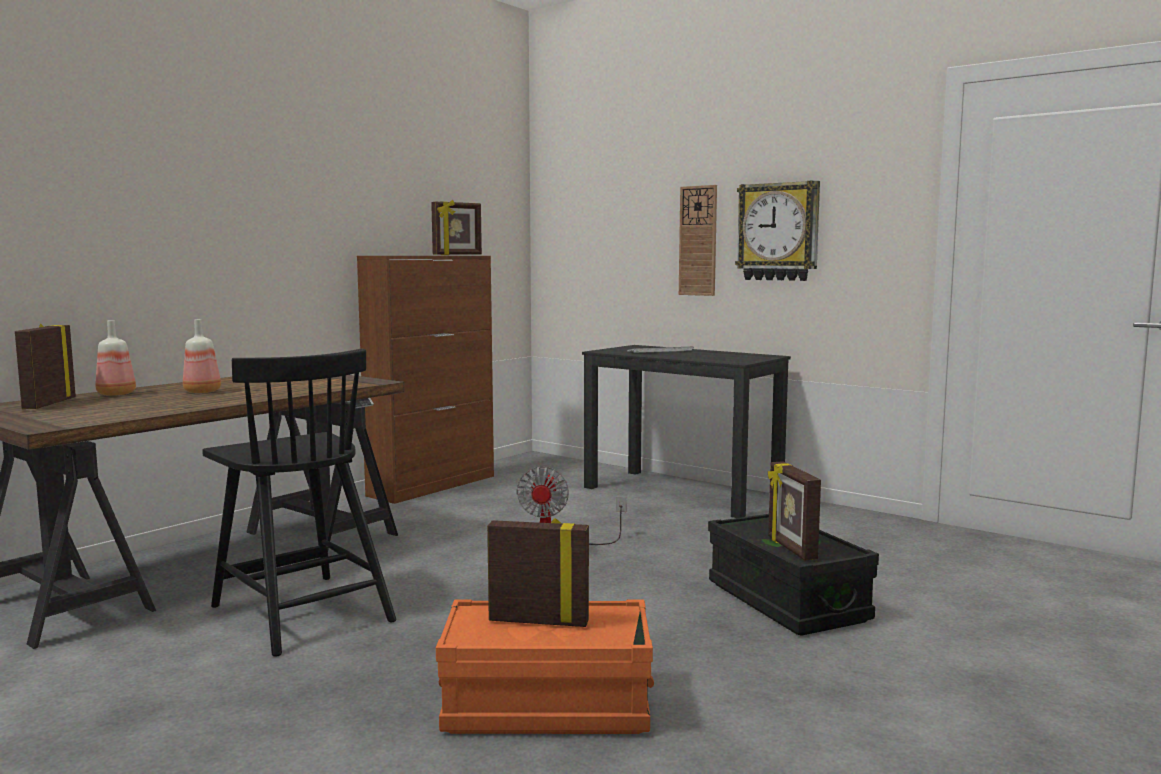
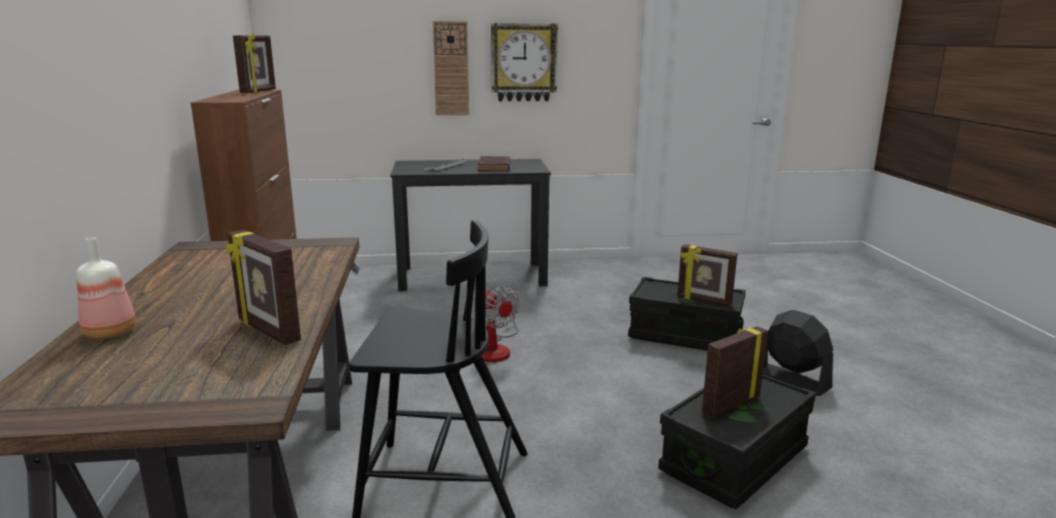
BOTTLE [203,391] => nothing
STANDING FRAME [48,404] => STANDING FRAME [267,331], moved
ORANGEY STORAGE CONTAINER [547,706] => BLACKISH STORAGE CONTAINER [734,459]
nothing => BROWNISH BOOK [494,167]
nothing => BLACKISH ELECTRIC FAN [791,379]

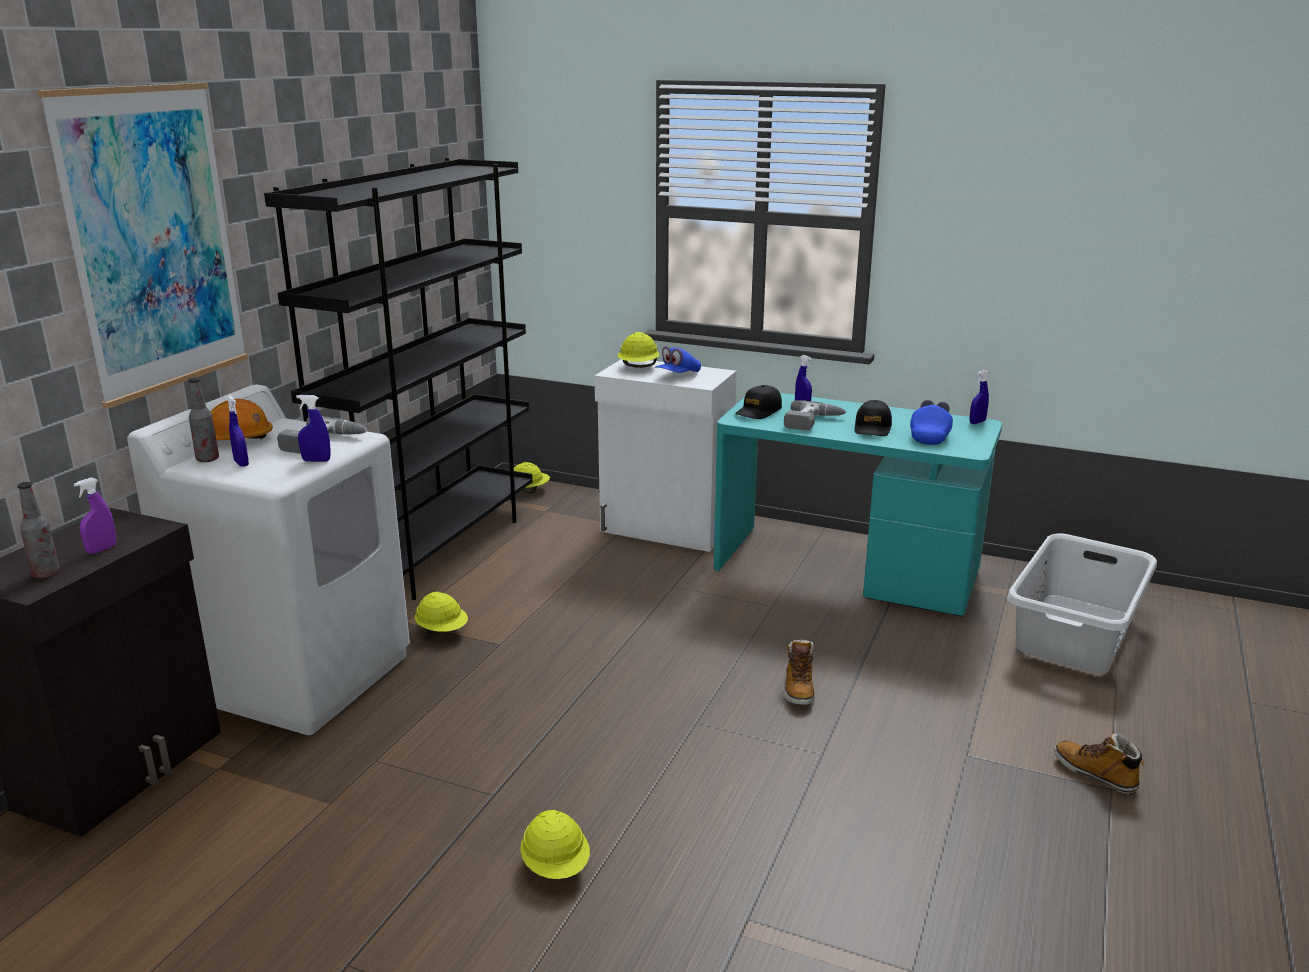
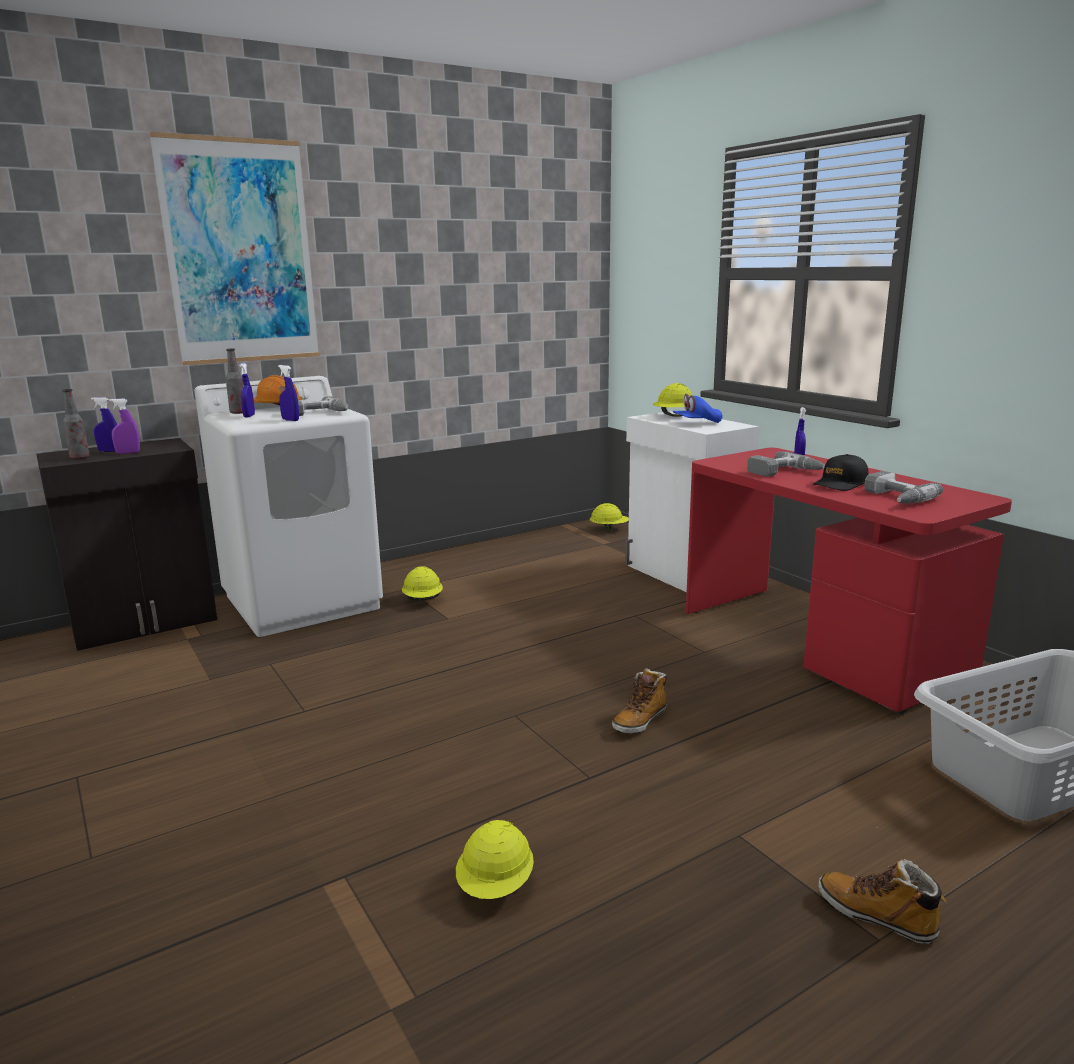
BLACKISH SHELVING UNIT [436,551] => nothing
BLUE SPRAY BOTTLE [977,422] => BLUE SPRAY BOTTLE [109,451], moved
BLACKISH PEAKED CAP [758,411] => nothing
TURQUOISE-COLOURED DESK UNIT [848,570] => RED DESK UNIT [821,644]
BLUE PEAKED CAP [930,436] => ELECTRIC DRILL [894,498]
HIGH-TOP BOOT [1095,774] => HIGH-TOP BOOT [877,916], 45 degrees counterclockwise
YELLOWISH SAFETY HELMET [556,866] => YELLOWISH SAFETY HELMET [496,885], moved

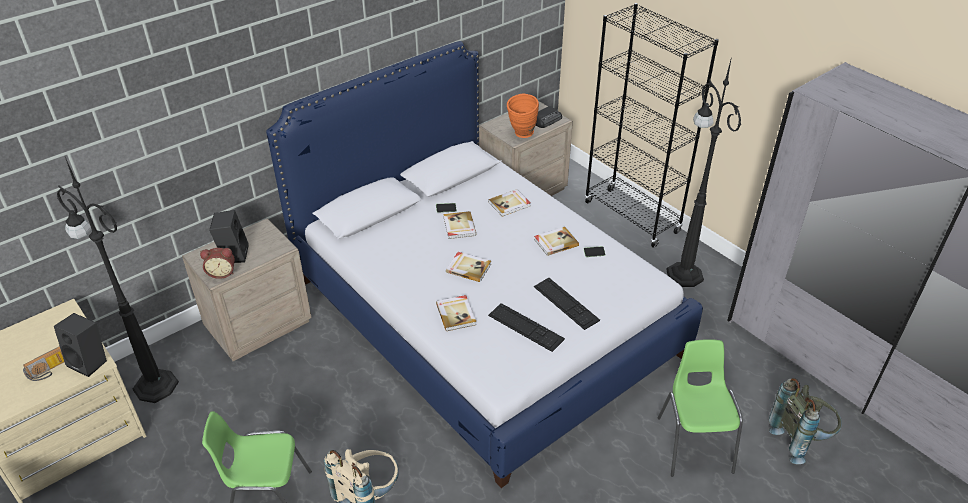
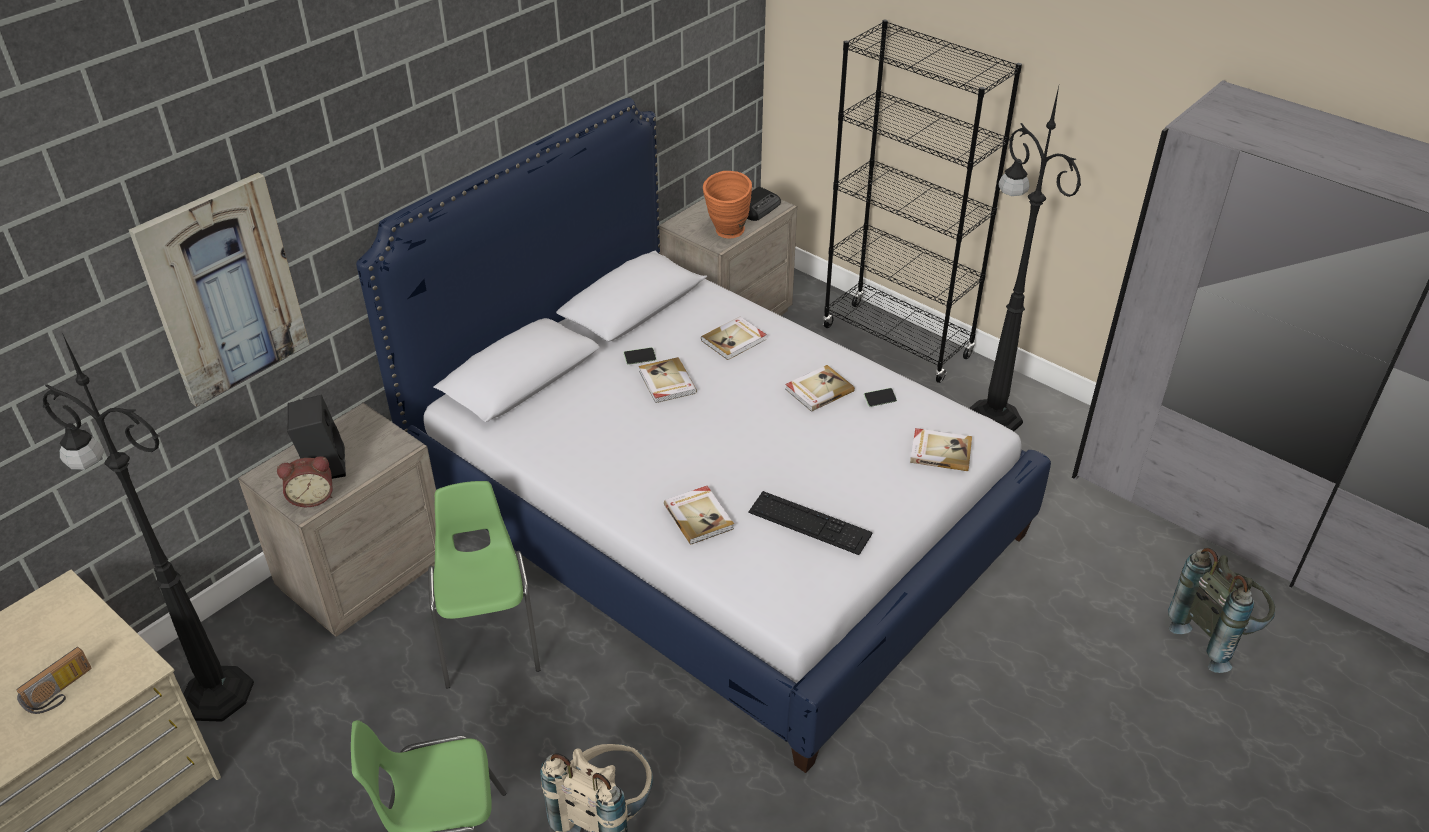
BOOK [468,268] => BOOK [940,451], moved
KEYBOARD [566,303] => nothing
BLACKISH SPEAKER [90,362] => nothing
GREEN-COLOURED PLAIN CHAIR [694,444] => GREEN-COLOURED PLAIN CHAIR [489,637], moved
nothing => WALL PICTURE [223,290]

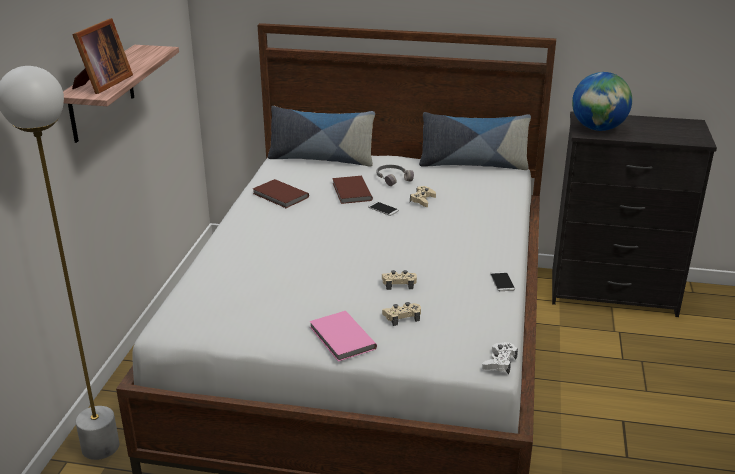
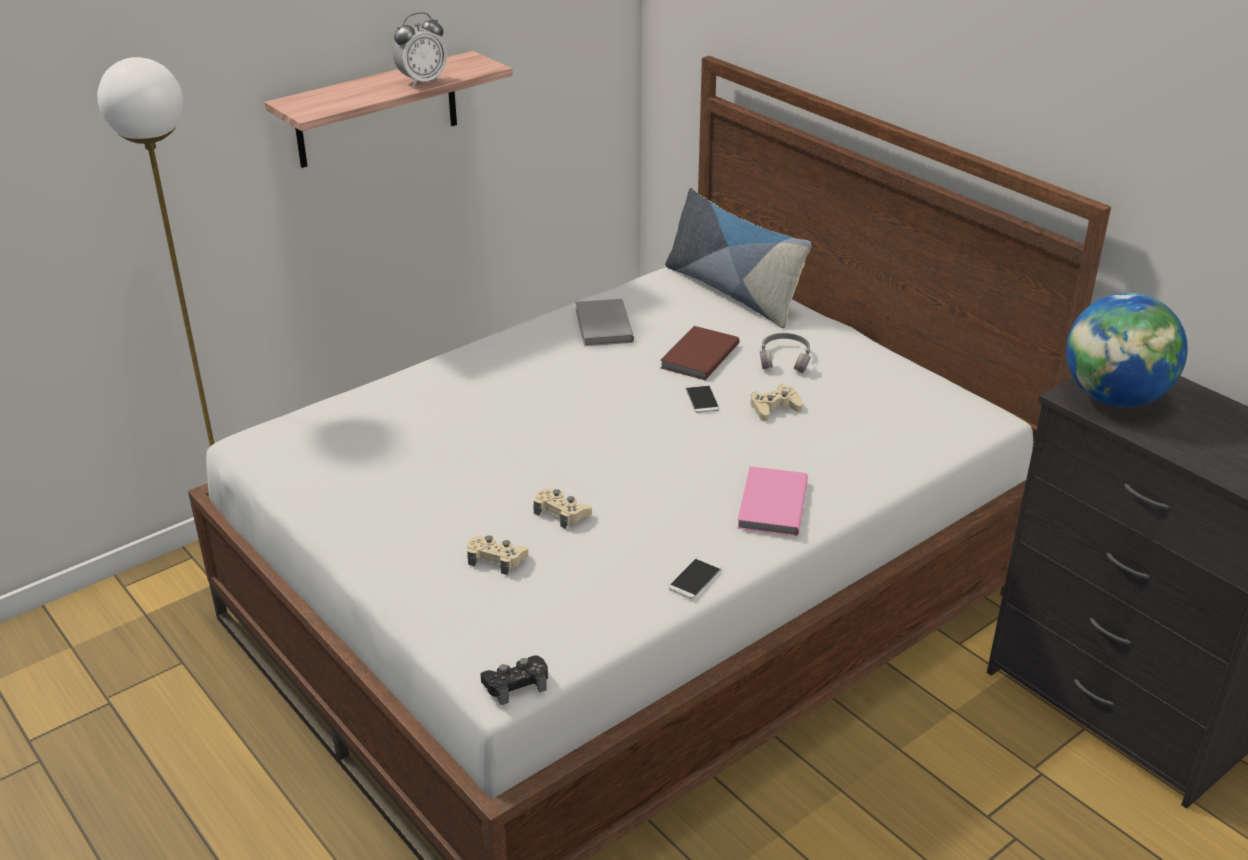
STANDING FRAME [102,84] => nothing
CUSHION [473,164] => nothing
BROWNISH BOOK [280,196] => GREYISH BOOK [602,326]
PINKISH BOOK [341,339] => PINKISH BOOK [770,505], moved
WHITE-COLOURED JOYPAD [499,362] => BLACKISH JOYPAD [516,684]
nothing => BEDSIDE CLOCK [422,81]

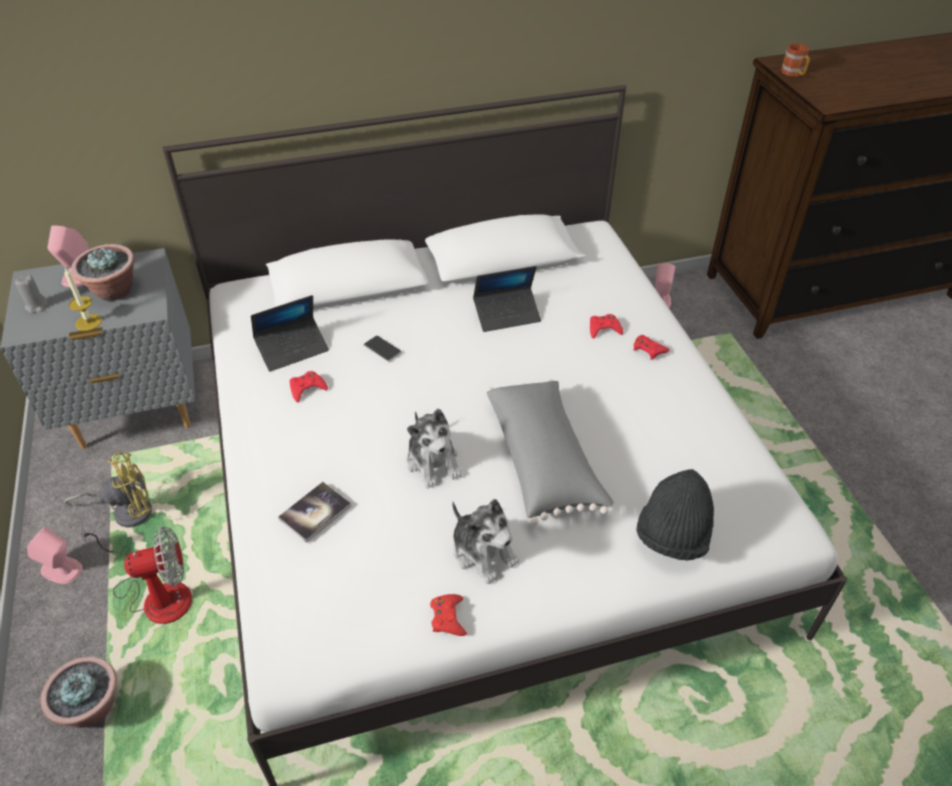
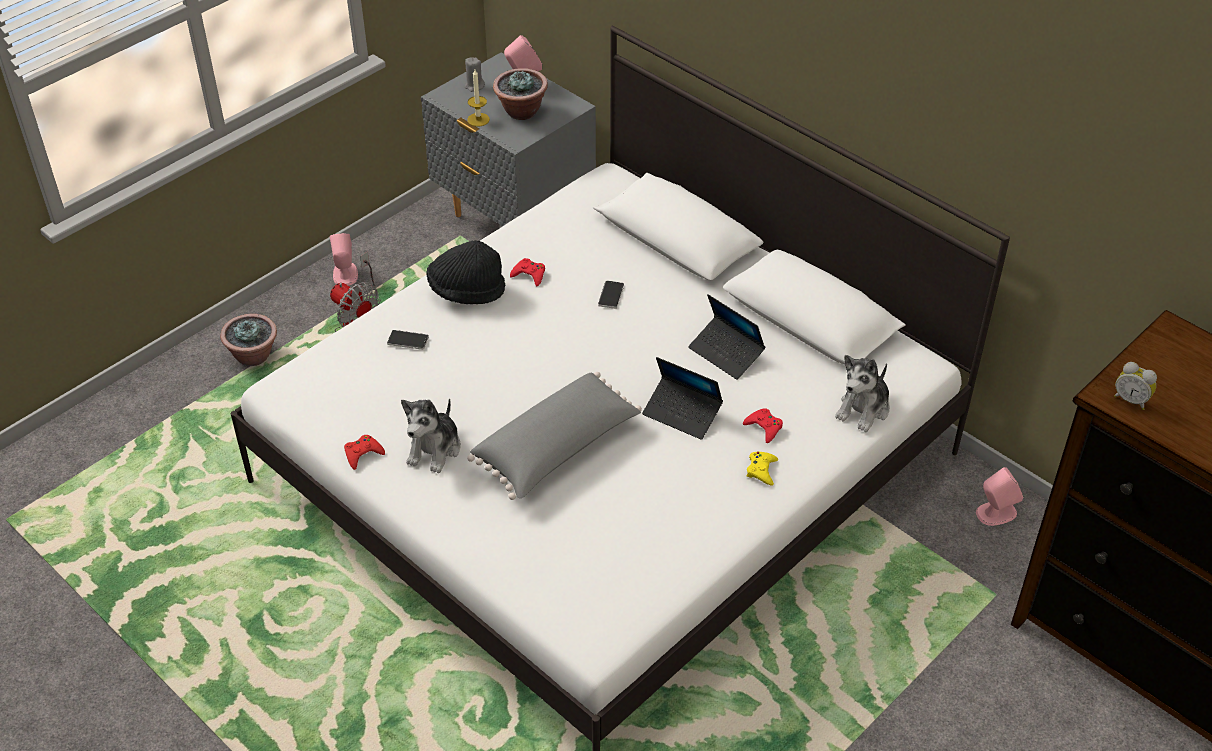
MUG [794,73] => nothing
NOTEBOOK COMPUTER [292,349] => NOTEBOOK COMPUTER [682,413], moved
RED JOYPAD [649,349] => YELLOWISH JOYPAD [761,470]
PLUSH TOY [433,462] => PLUSH TOY [863,409], moved
YELLOWISH ELECTRIC FAN [127,511] => nothing
BLACKISH CLOTHING HAT [673,535] => BLACKISH CLOTHING HAT [466,291], moved
BOOK [315,512] => TELEPHONE [408,341]
nothing => BEDSIDE CLOCK [1131,400]

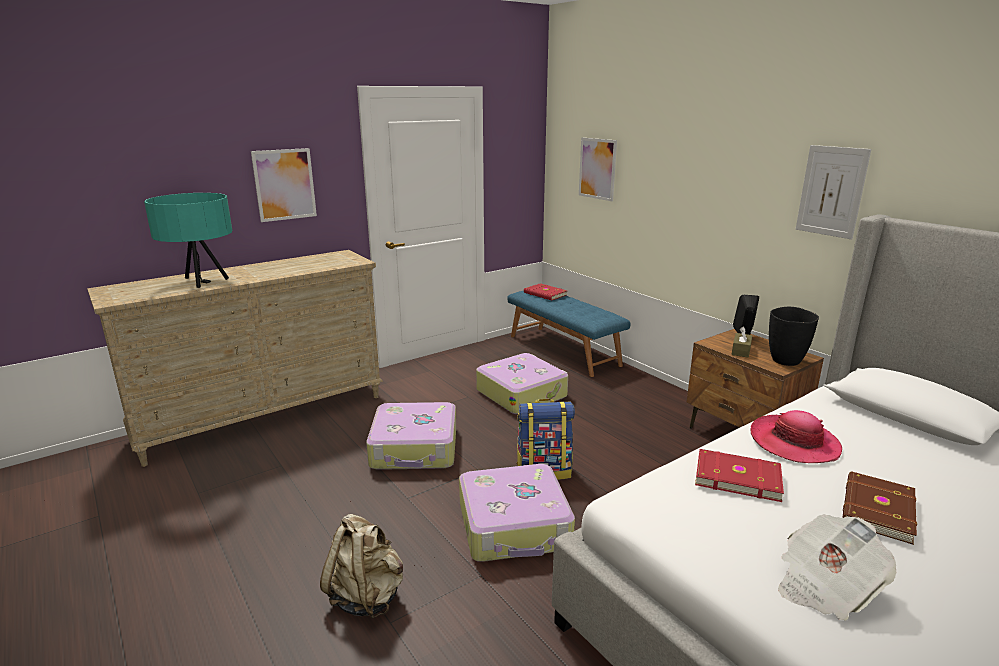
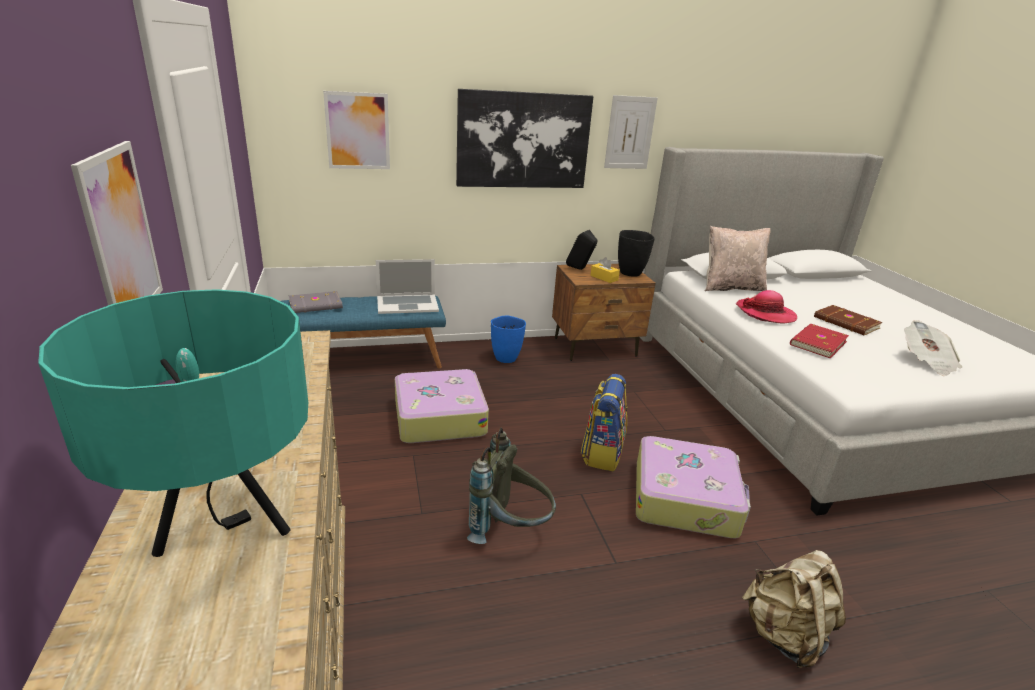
RED BOOK [545,294] => GREYISH BOOK [316,305]
BROWNISH TISSUE HOLDER [741,351] => YELLOWISH TISSUE HOLDER [604,278]
PIECE OF LUGGAGE [415,448] => GREYISH BACKPACK [510,530]
nothing => WALL PICTURE [523,140]
nothing => BEIGE-COLOURED CUSHION [731,287]
nothing => NOTEBOOK COMPUTER [407,304]
nothing => BLUE VASE [505,358]

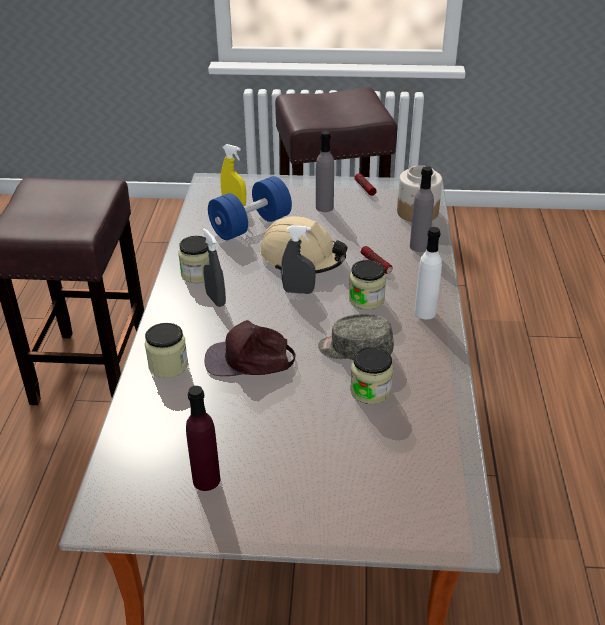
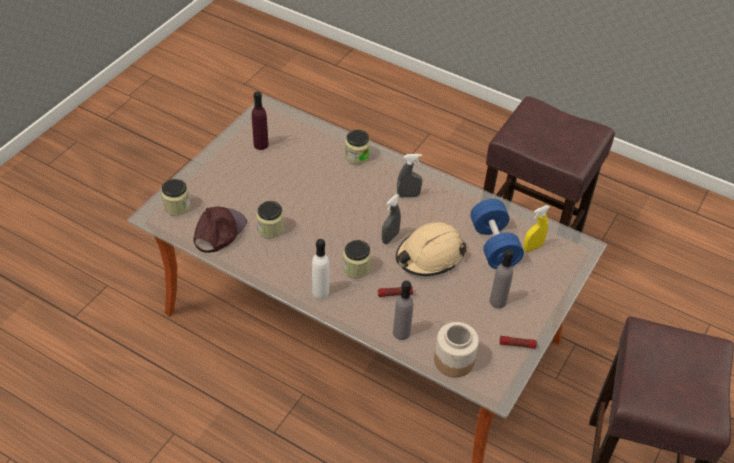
PRESERVE JAR [198,274] => PRESERVE JAR [177,206], moved
GREYISH PEAKED CAP [355,350] => nothing
BROWNISH PEAKED CAP [249,360] => BROWNISH PEAKED CAP [219,231], moved

